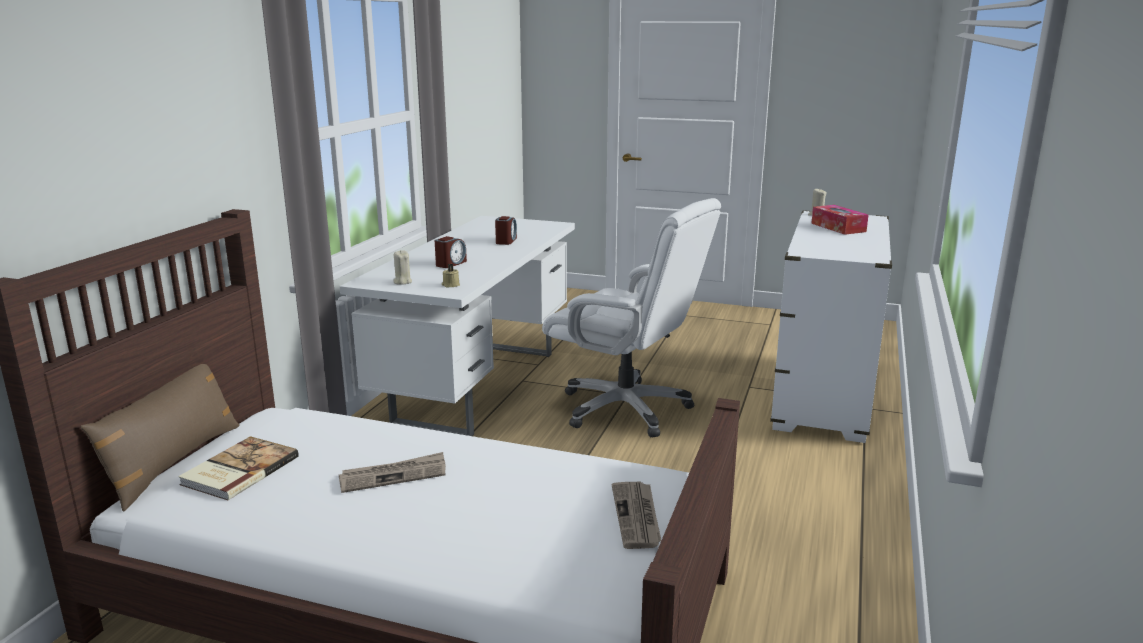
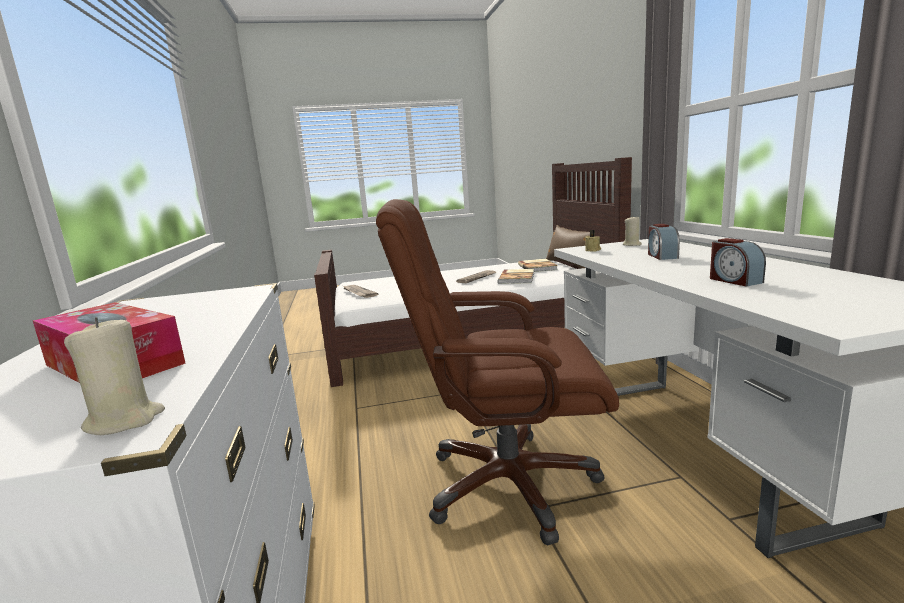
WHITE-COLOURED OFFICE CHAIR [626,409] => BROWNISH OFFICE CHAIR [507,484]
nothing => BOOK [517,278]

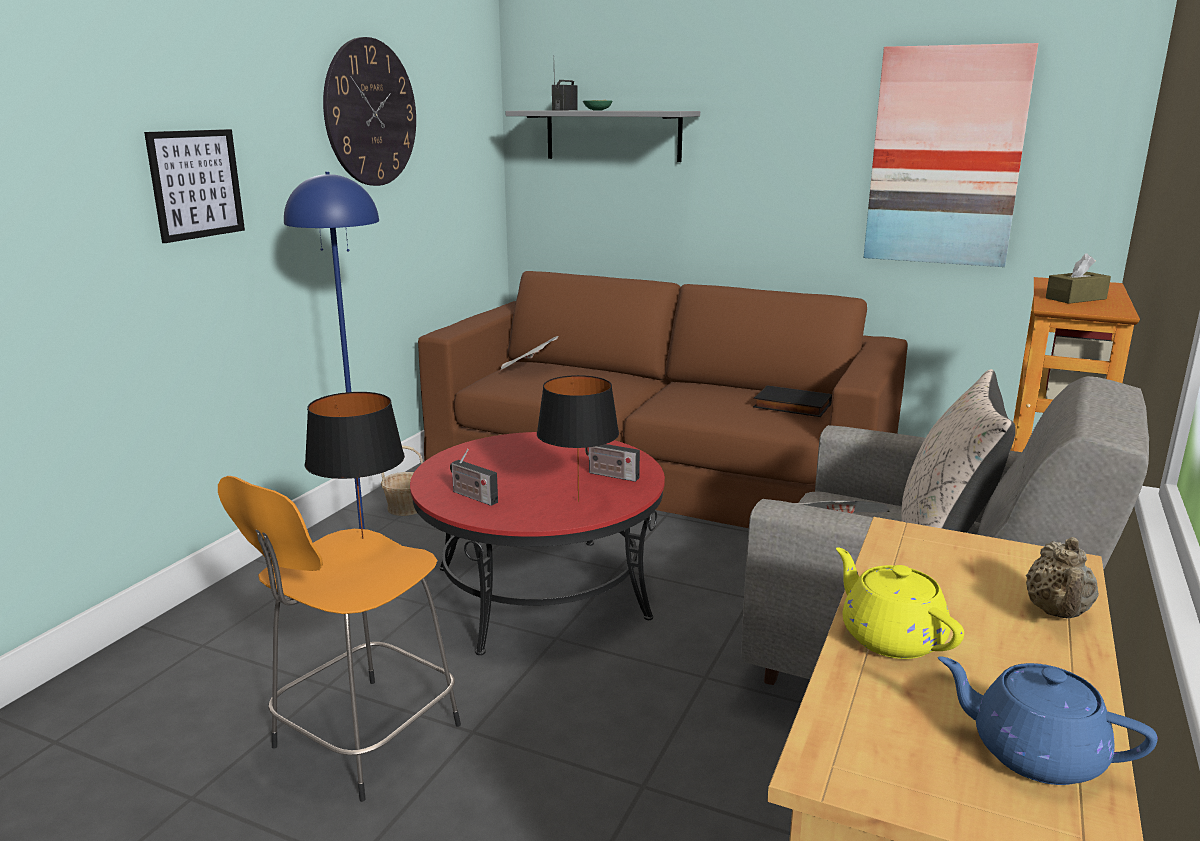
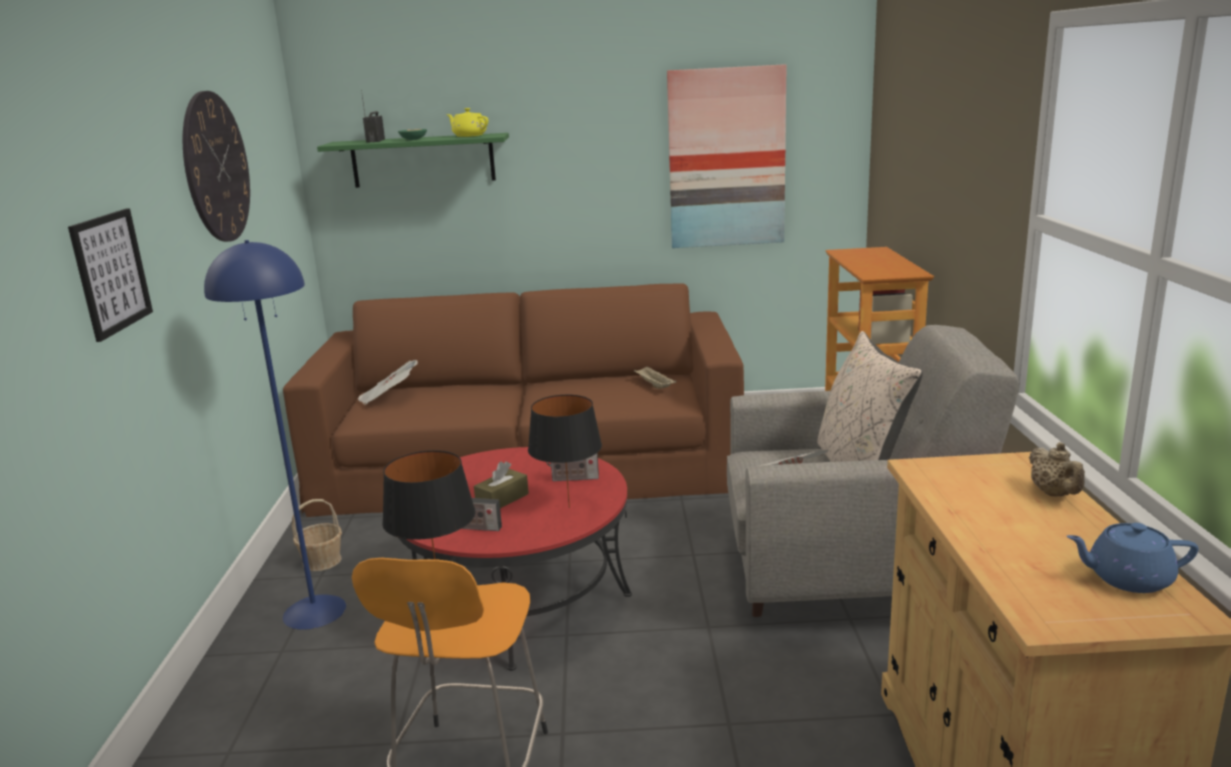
GREYISH SHELF [613,135] => GREEN-COLOURED SHELF [423,160]
BROWNISH TISSUE HOLDER [1075,298] => BROWNISH TISSUE HOLDER [502,499], moved
BLACKISH BOOK [791,406] => BEIGE-COLOURED CARRYING TRAY [654,385]
YELLOWISH POT FOR TEA [890,637] => YELLOWISH POT FOR TEA [469,136], moved

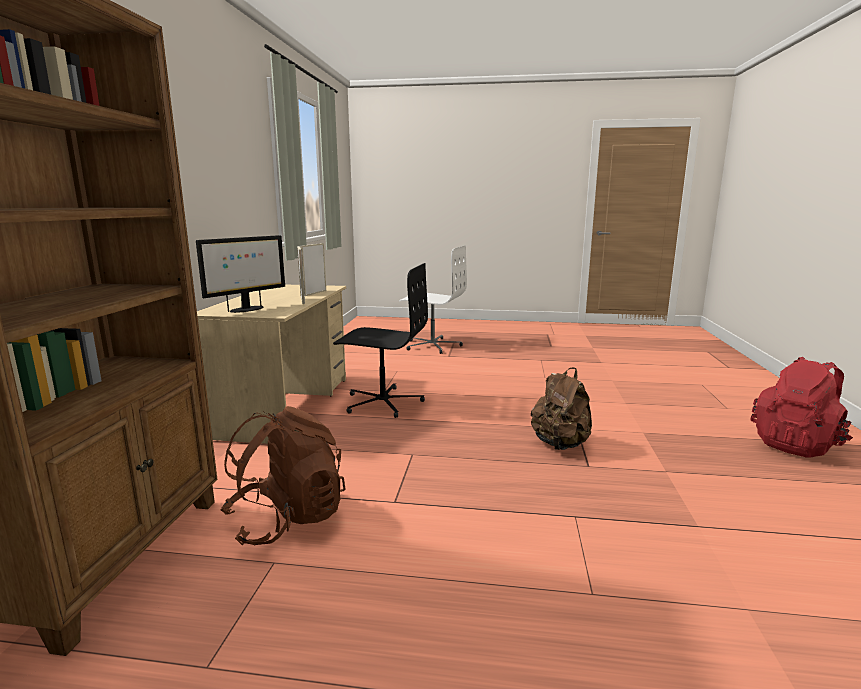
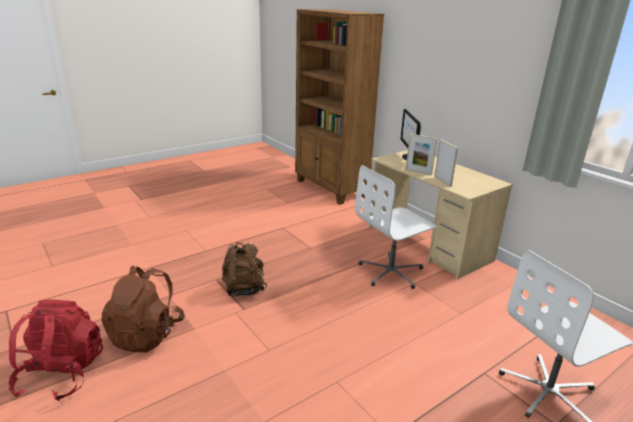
BLACKISH OFFICE CHAIR [382,402] => WHITE-COLOURED OFFICE CHAIR [391,272]
BROWNISH BACKPACK [287,519] => BROWNISH BACKPACK [147,334], moved

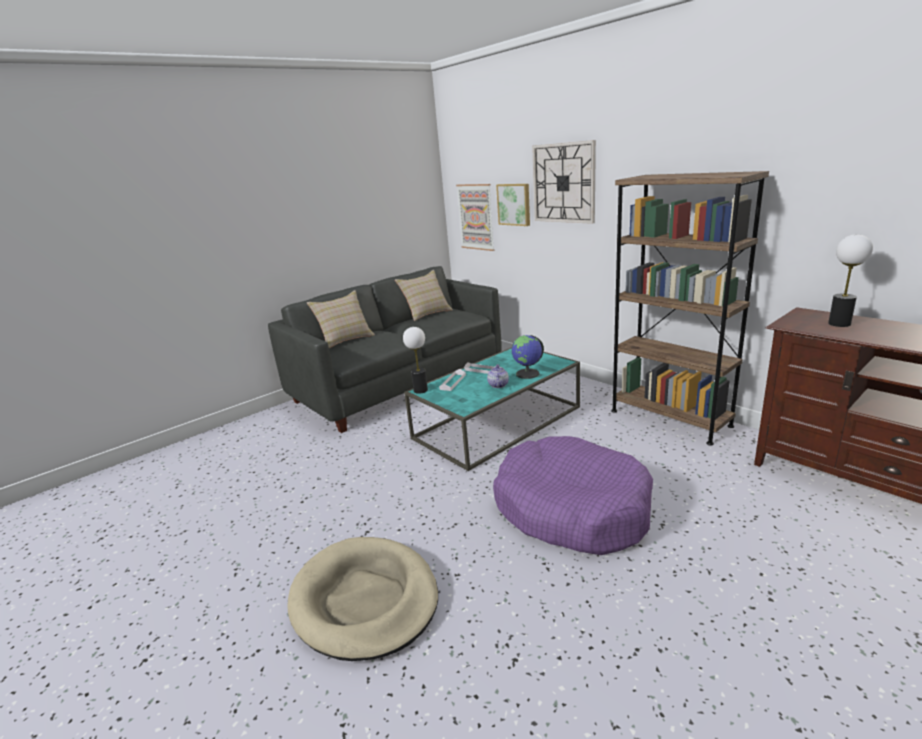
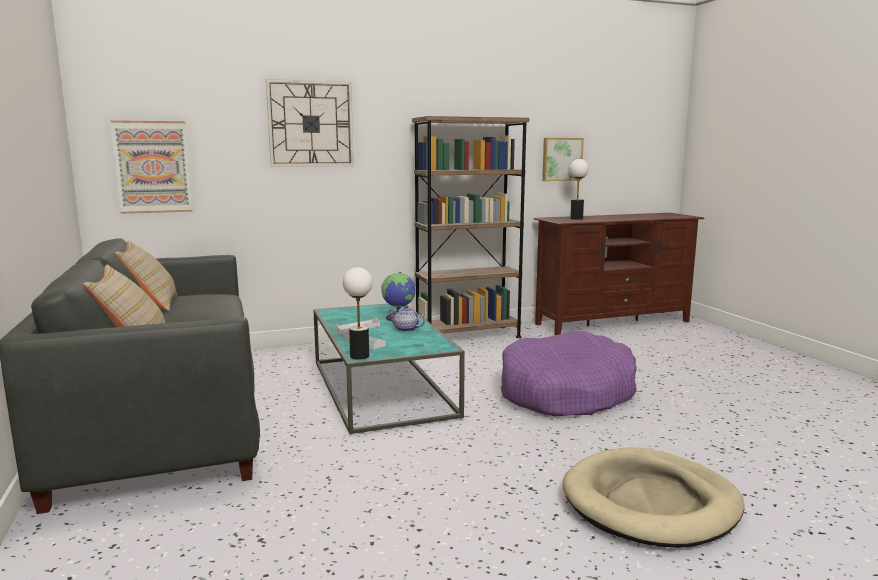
WALL PICTURE [514,204] => WALL PICTURE [561,159], moved

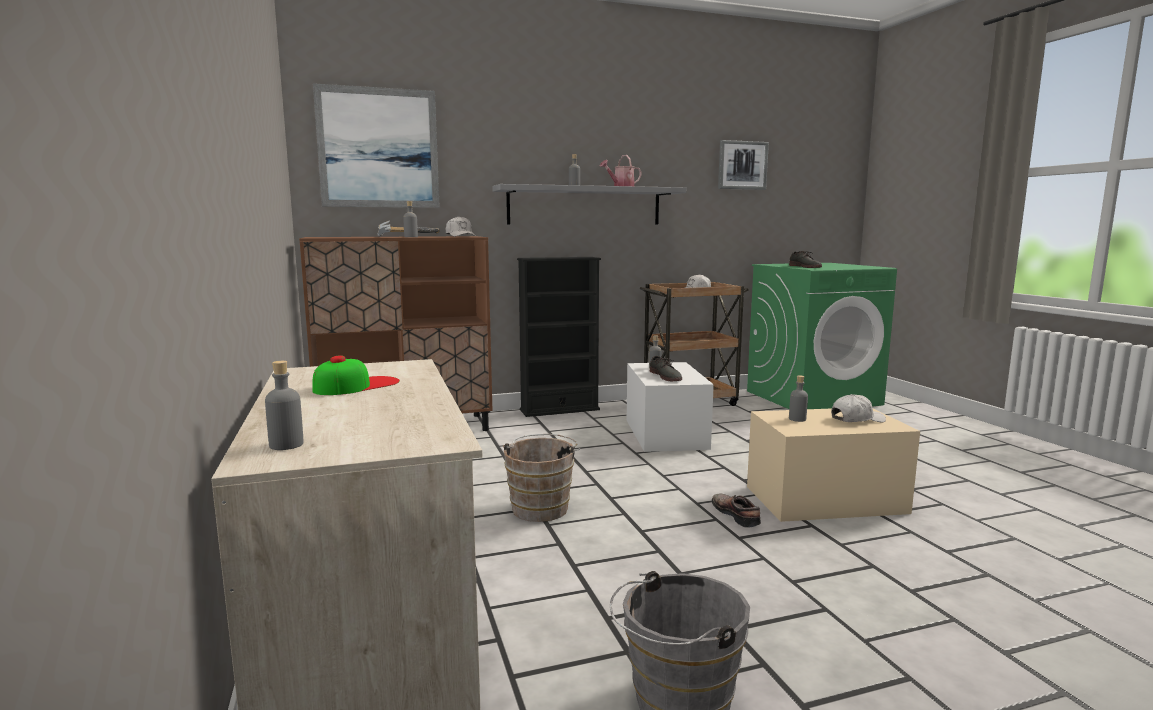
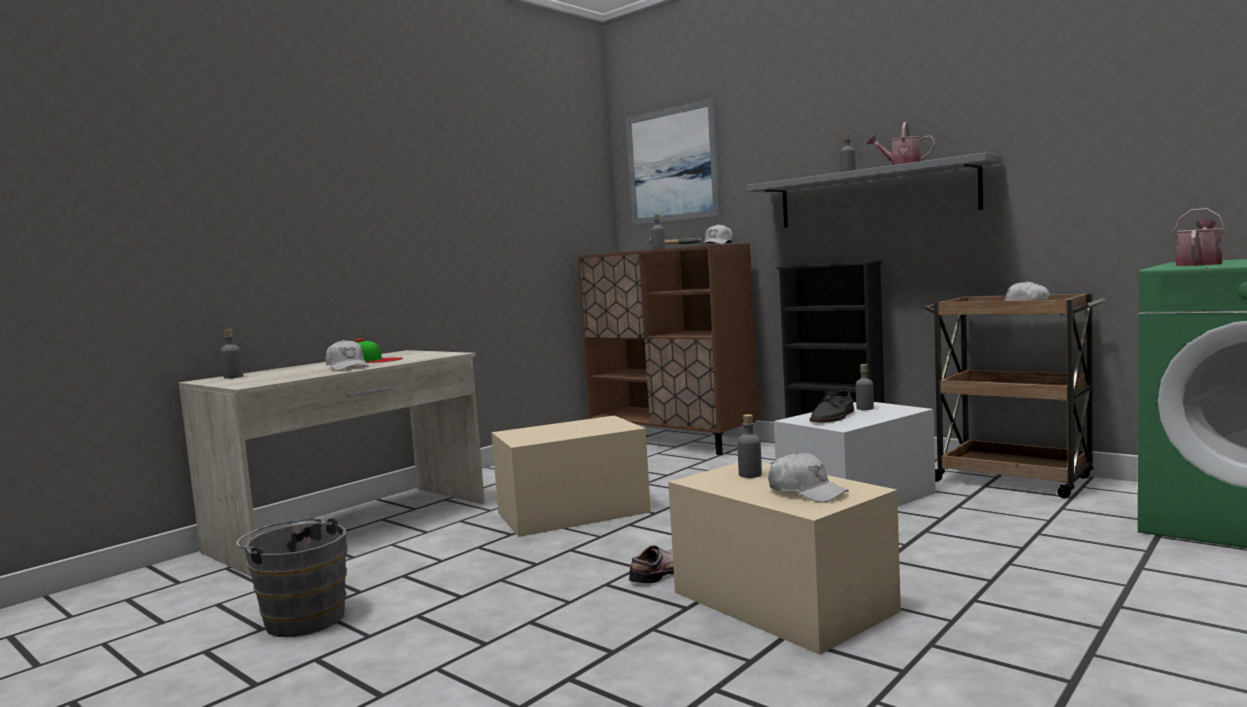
WALL PICTURE [742,165] => nothing
GREYISH LOW SHOE [805,267] => WATERING CAN [1199,264]
BROWNISH PAIL [541,507] => BEIGE-COLOURED STORAGE CONTAINER [573,512]
nothing => WHITE-COLOURED PEAKED CAP [347,367]

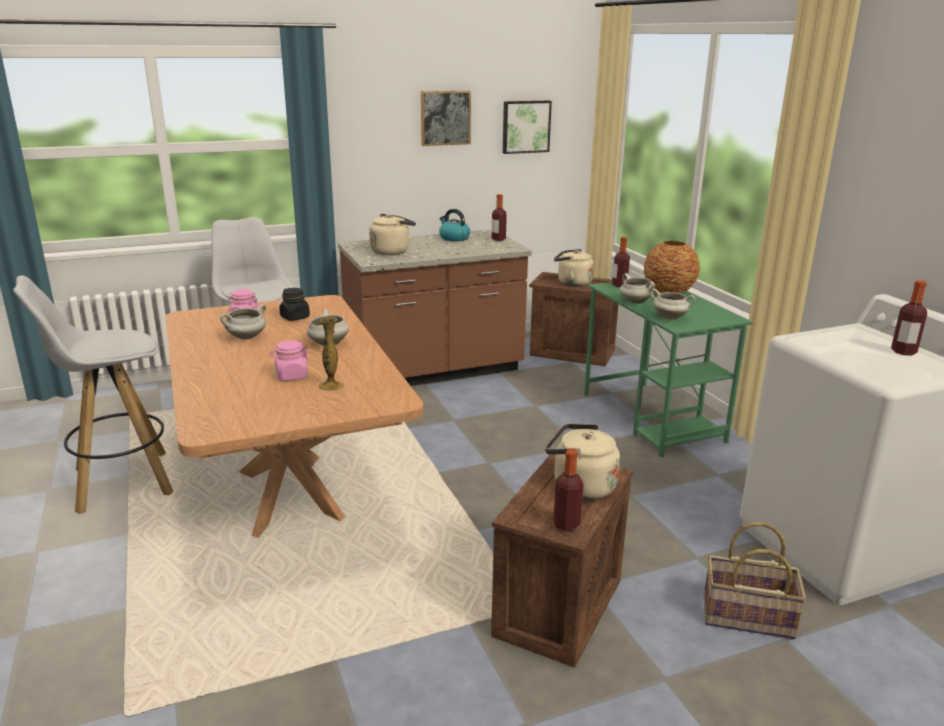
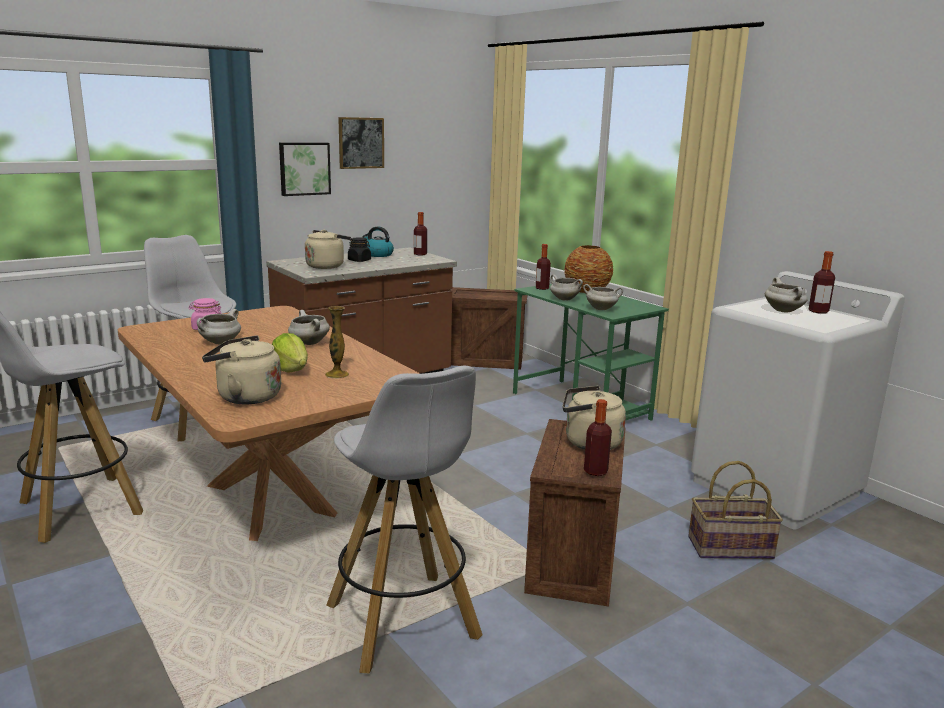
WALL PICTURE [525,126] => WALL PICTURE [304,168], moved
BEIGE-COLOURED WATER KETTLE [572,283] => BEIGE-COLOURED WATER KETTLE [245,397], moved
BLACKISH PRESERVE JAR [295,317] => BLACKISH PRESERVE JAR [359,260], moved
PINKISH PRESERVE JAR [291,376] => LETTUCE [291,369]
nothing => WHITE-COLOURED SAUCEPOT [784,311]
nothing => WHITE-COLOURED STOOL SEAT [403,623]

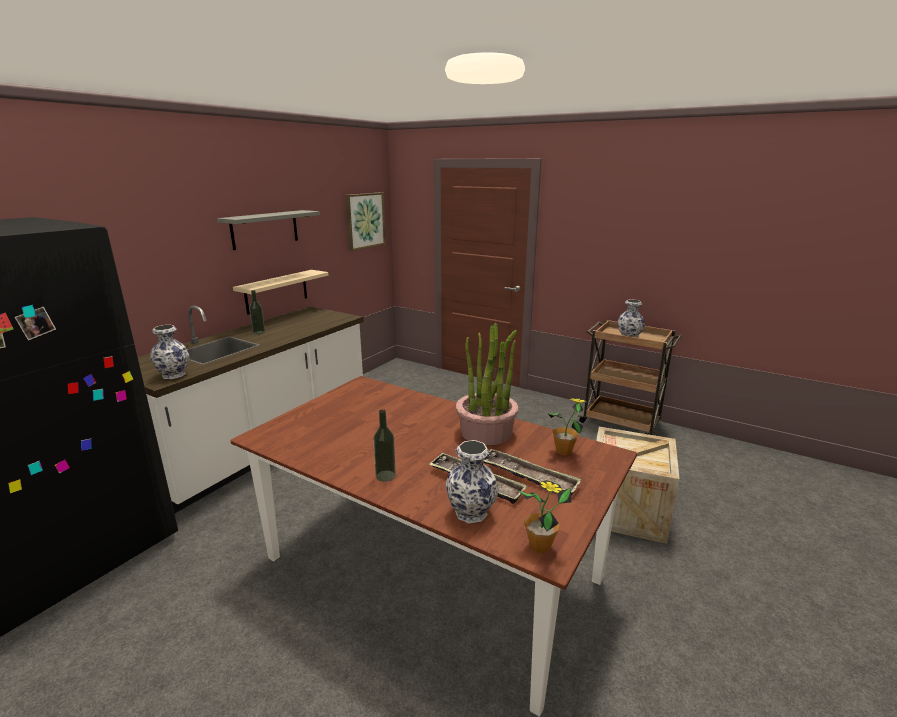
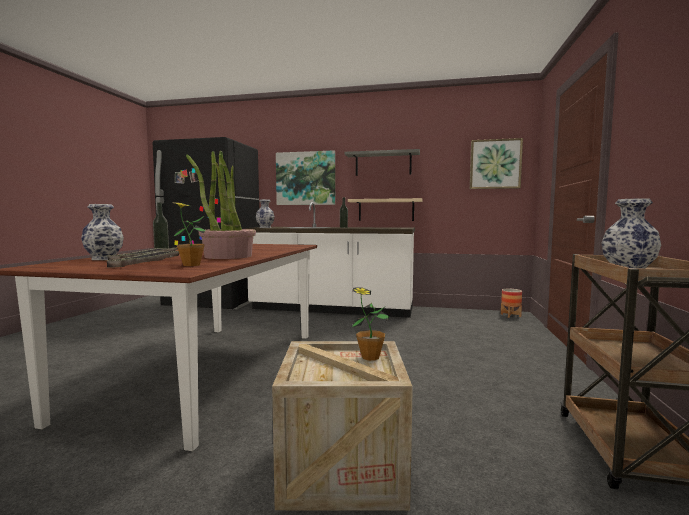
POTTED PLANT [539,546] => POTTED PLANT [370,357], moved
nothing => WALL PICTURE [305,178]
nothing => PLANTER [510,315]

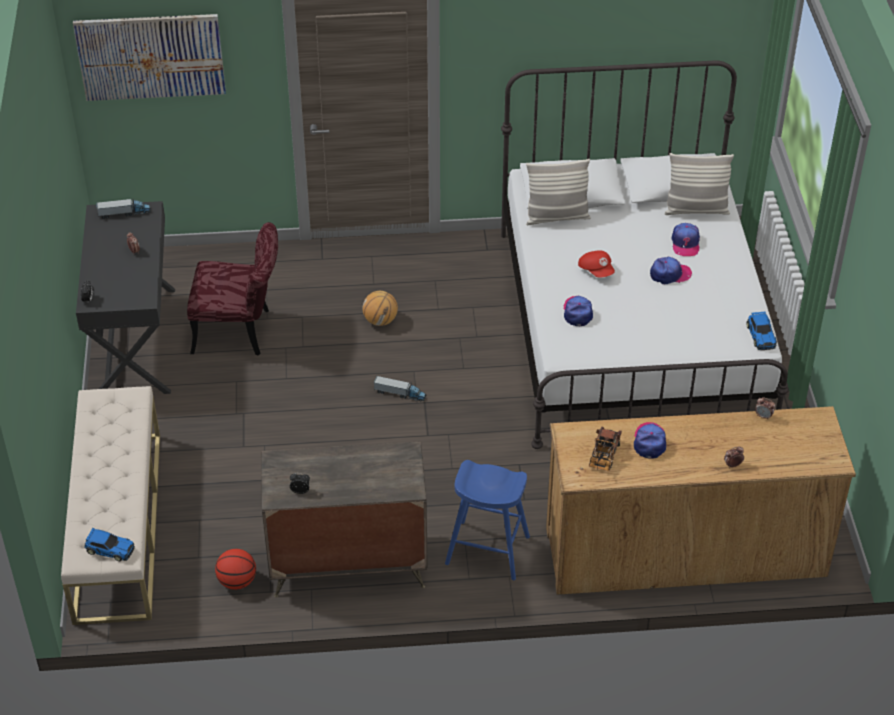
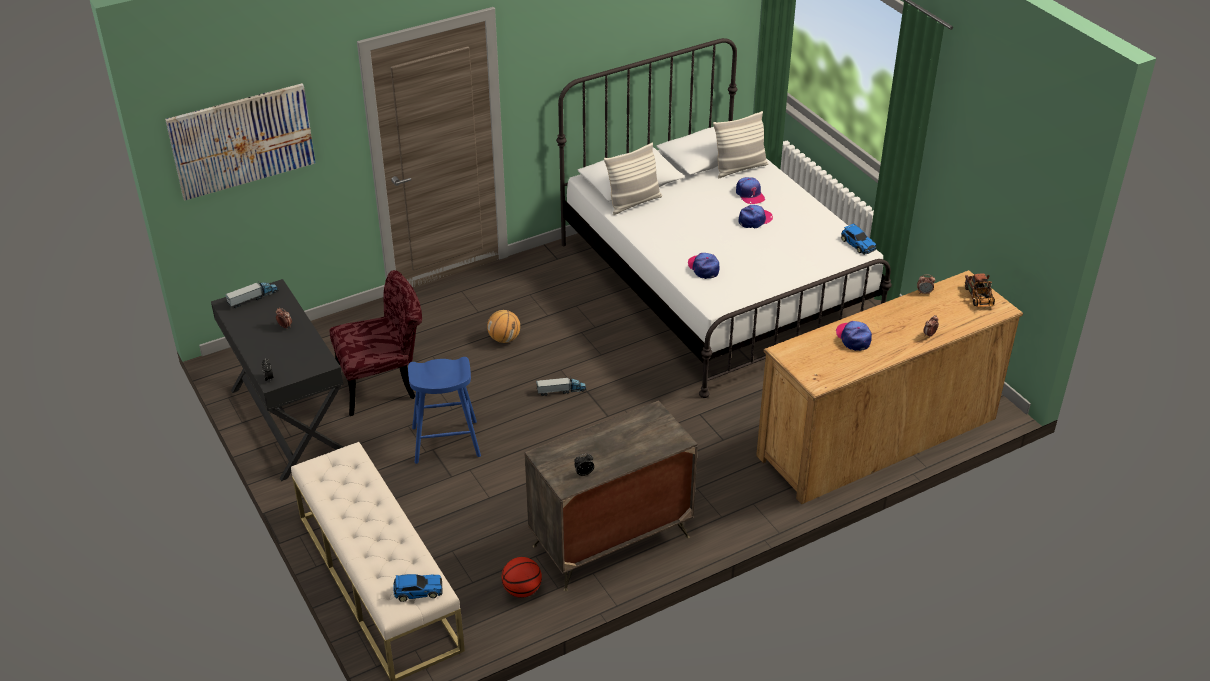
RED PEAKED CAP [596,270] => nothing
TOY LORRY [603,457] => TOY LORRY [979,299], moved
BLUE STOOL SEAT [488,550] => BLUE STOOL SEAT [446,442], moved

